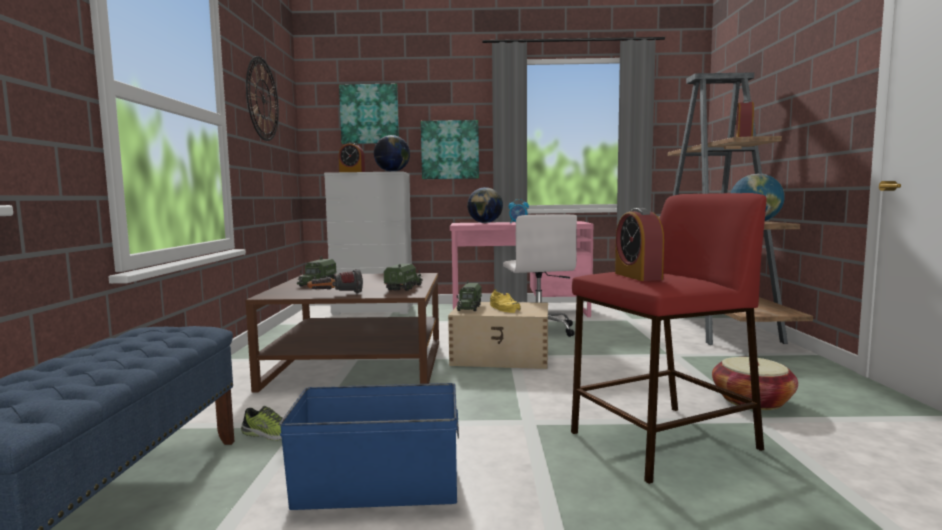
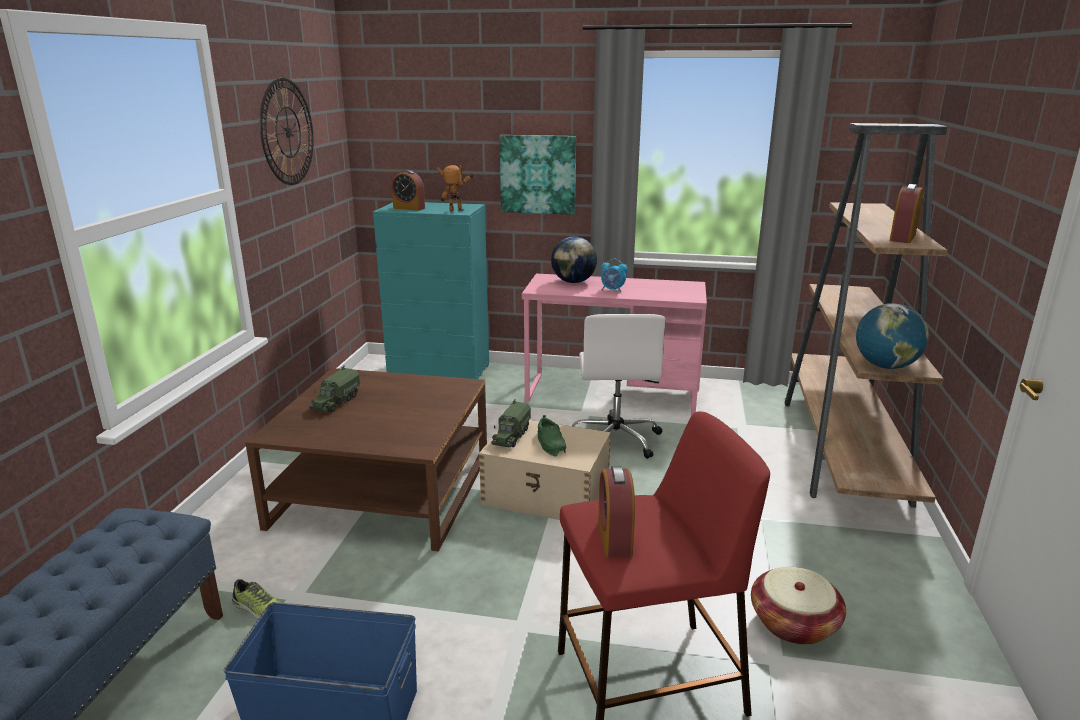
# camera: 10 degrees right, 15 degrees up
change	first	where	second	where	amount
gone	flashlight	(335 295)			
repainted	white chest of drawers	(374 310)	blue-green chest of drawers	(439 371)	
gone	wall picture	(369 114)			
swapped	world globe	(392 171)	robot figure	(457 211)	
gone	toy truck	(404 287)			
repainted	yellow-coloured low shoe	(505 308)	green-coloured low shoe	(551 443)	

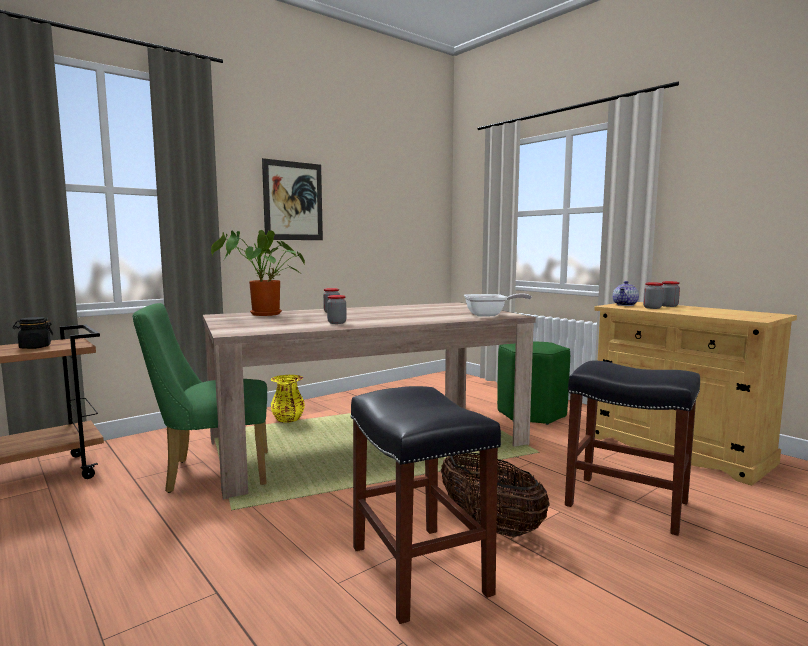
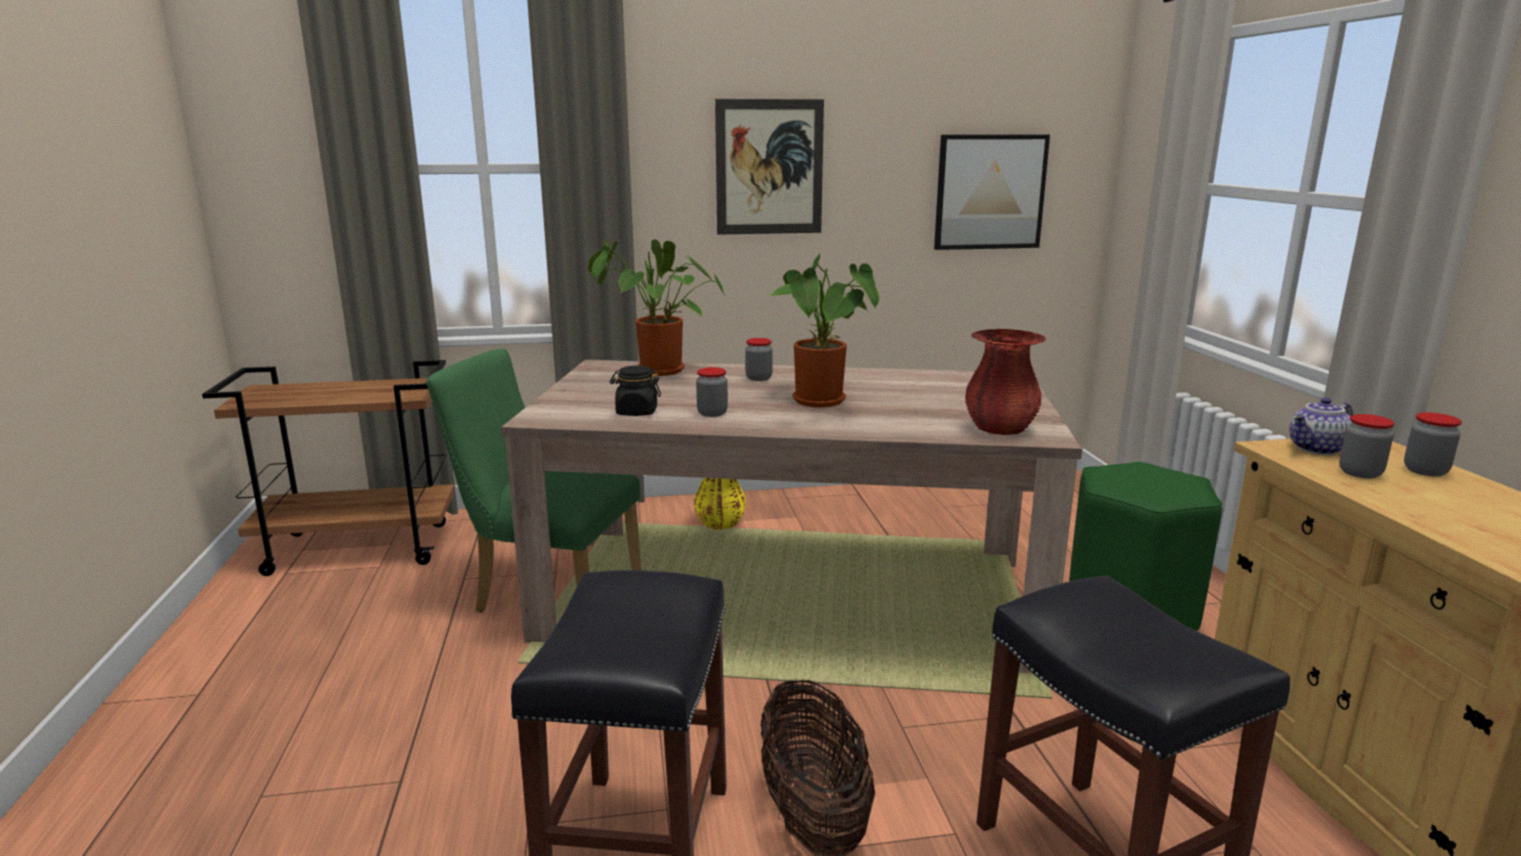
# camera: 30 degrees right, 10 degrees up
change	first	where	second	where	amount
shifted	black-coloured jar	(35 347)		(636 412)	
swapped	skillet	(489 315)	red-coloured vase	(1000 428)	
new			houseplant	(823 402)	
new			wall picture	(990 192)	

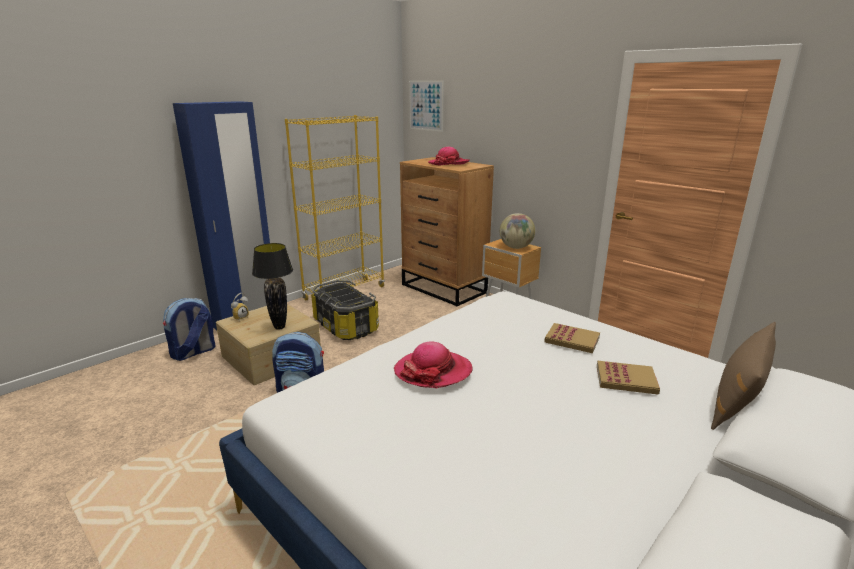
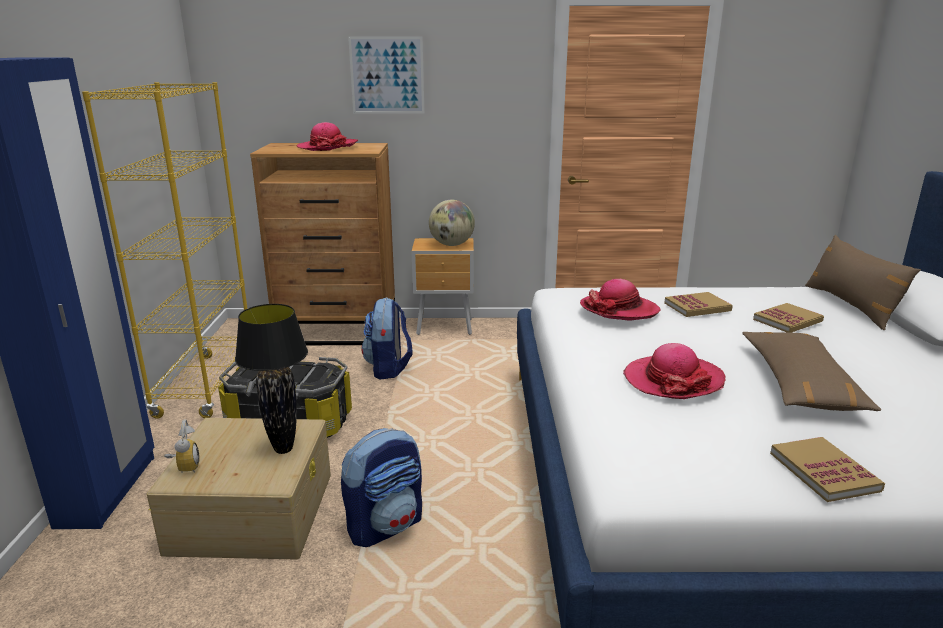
# camera: 45 degrees left, 0 degrees up
change	first	where	second	where	amount
shifted	backpack	(193 352)		(388 368)	
shifted	wall picture	(426 105)		(387 75)	
new			clothing hat	(619 309)	
new			brown throw pillow	(800 384)	
new			book	(824 471)	

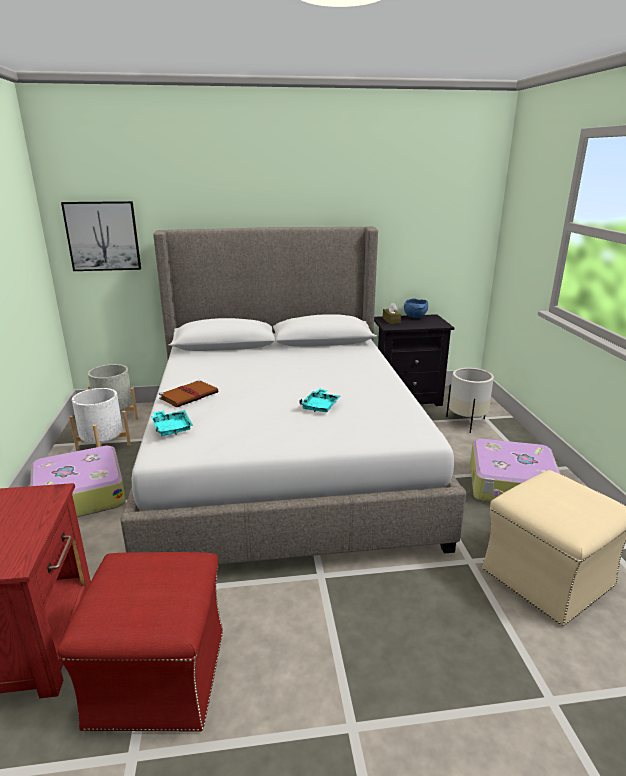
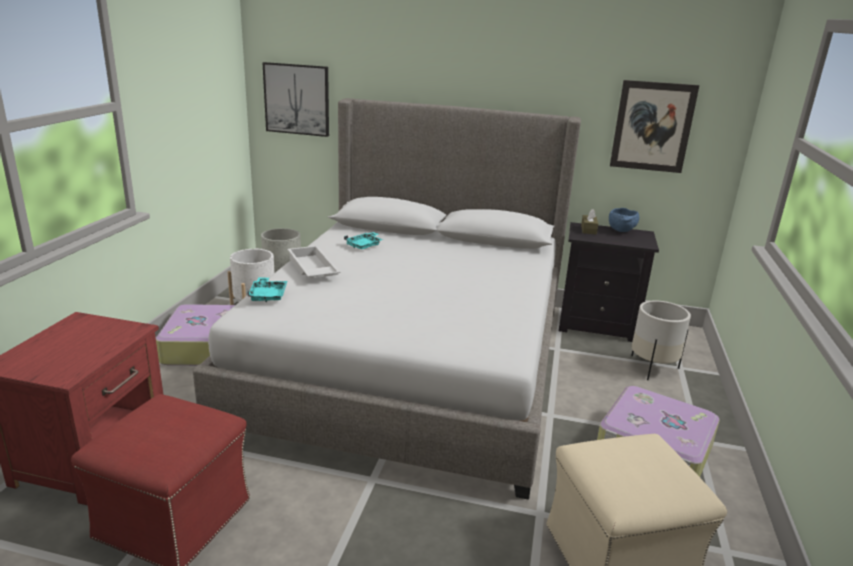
# camera: 20 degrees right, 0 degrees up
change	first	where	second	where	amount
swapped	brown book	(190 395)	white serving tray	(311 269)	
shifted	blue-green serving tray	(320 406)		(364 245)	
new			wall picture	(652 126)	

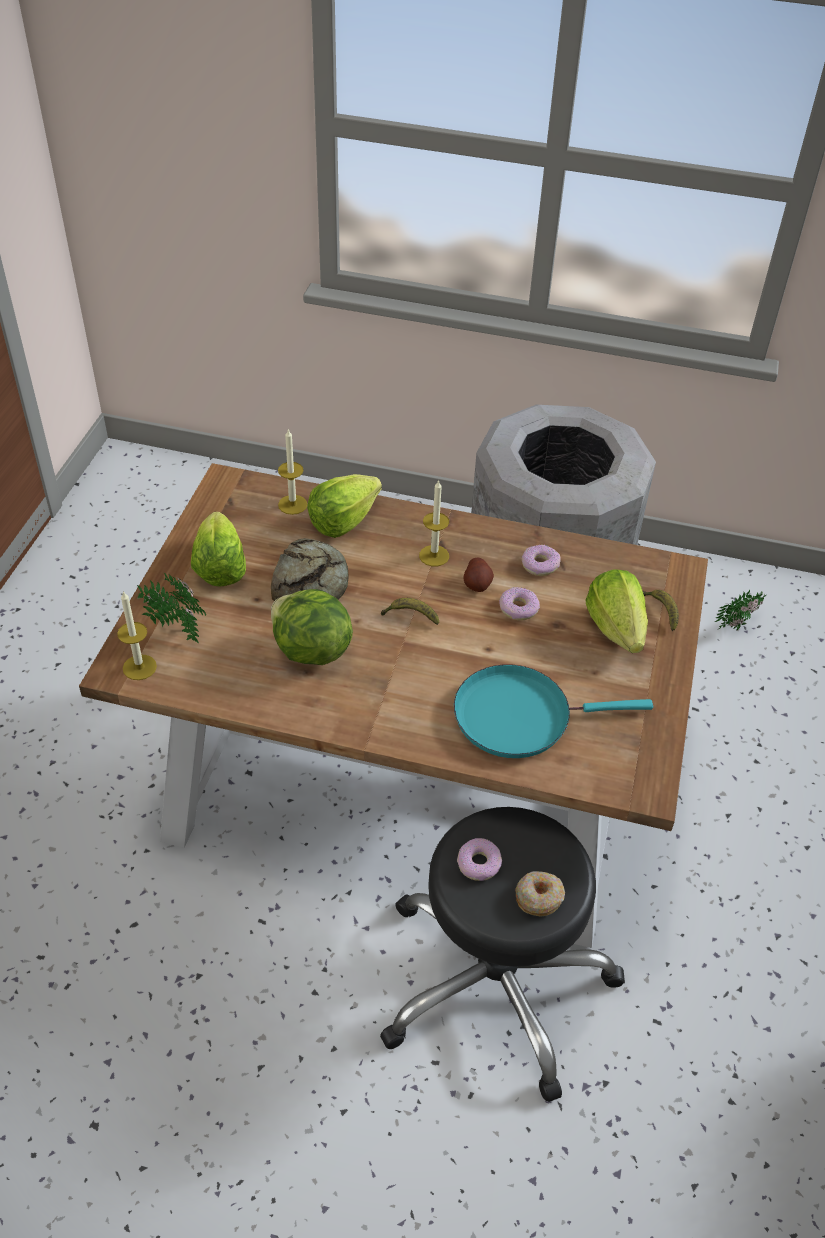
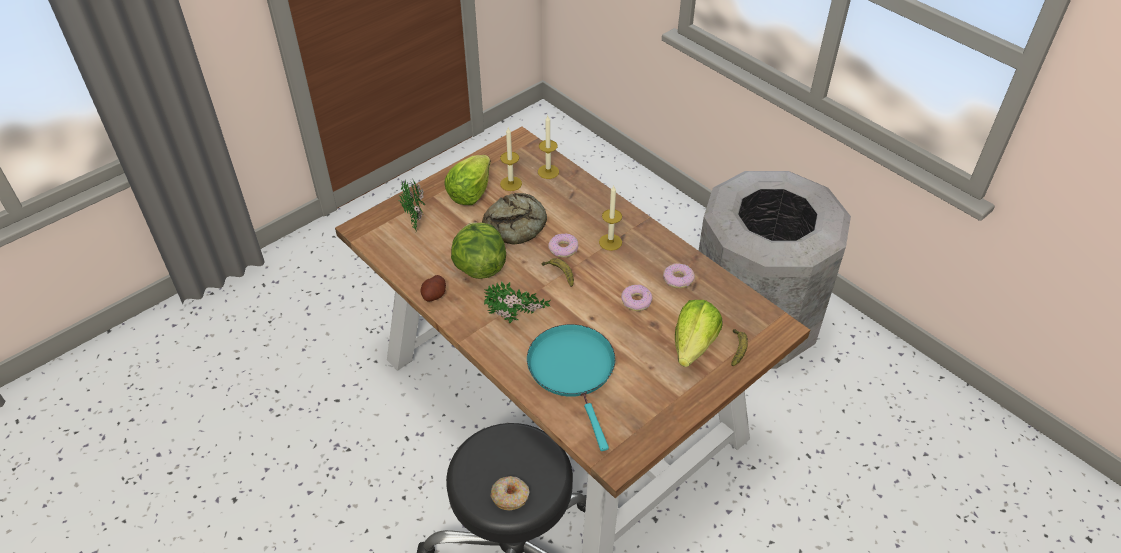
# camera: 35 degrees right, 0 degrees up
change	first	where	second	where	amount
shifted	wax candle	(139 667)		(511 183)	
gone	lettuce head	(343 521)			
rotated	blue-green skillet	(520 716)		(573 370)	45 degrees clockwise
shifted	ring doughnut	(479 864)		(563 249)	
shifted	potato	(477 584)		(434 295)	
shifted	houseplant	(739 625)		(517 320)	

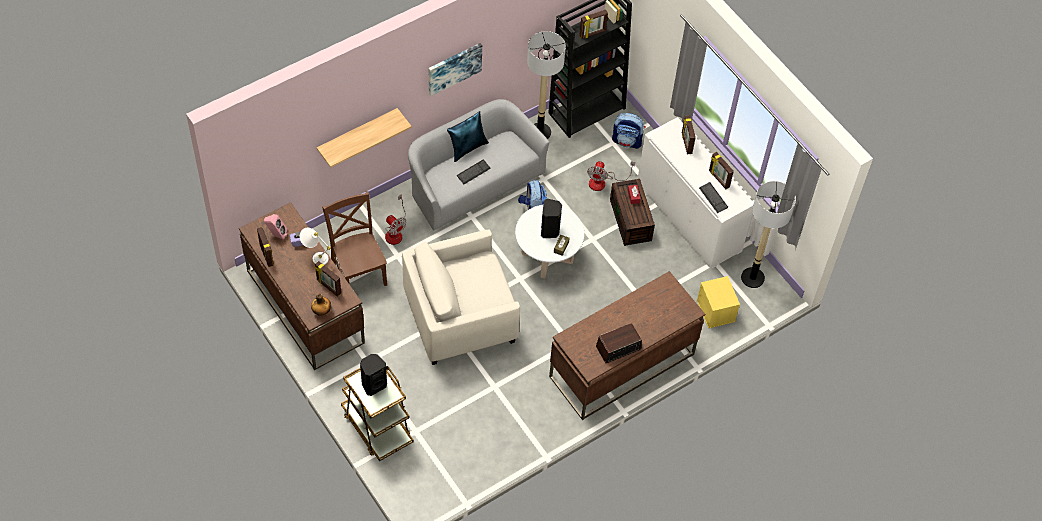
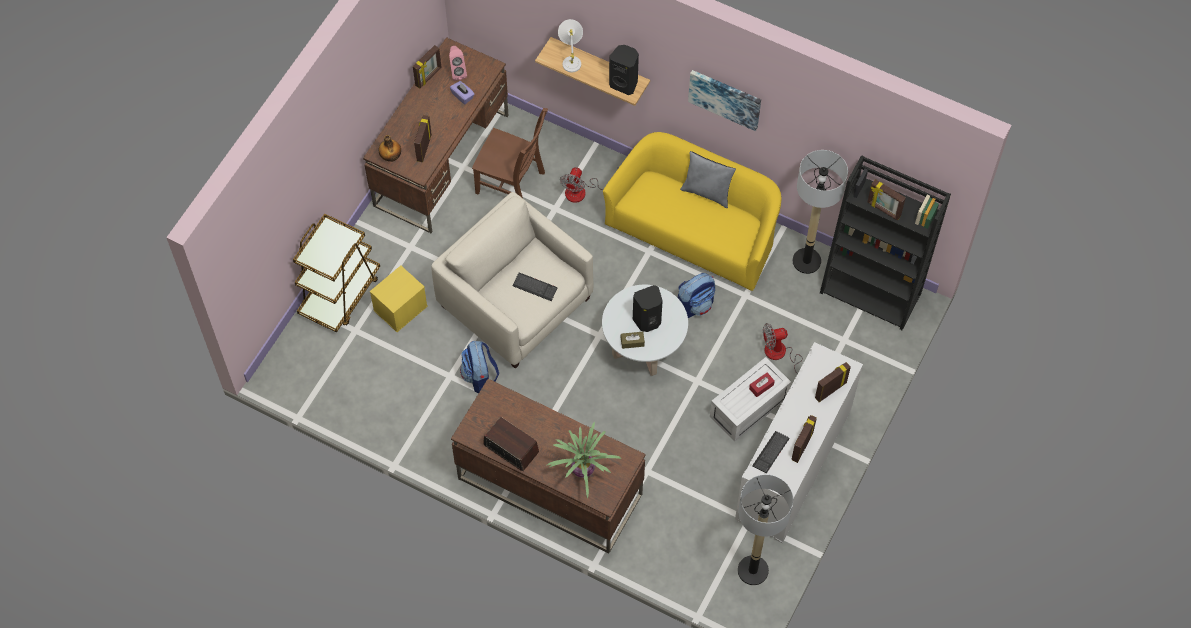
# camera: 65 degrees right, 5 degrees up
change	first	where	second	where	amount
shifted	white lamp for a table	(315 257)		(571 58)	
rotated	brown upright chair	(358 271)		(513 184)	75 degrees clockwise
shifted	black-coloured audio speaker	(373 384)		(624 83)	
repainted	grey couch	(473 182)	yellow-coloured couch	(695 230)	
repainted	blue-coloured throw pillow	(467 148)	grey throw pillow	(707 192)	
shifted	PC keyboard	(473 172)		(535 287)	
repainted	brown storage box	(631 220)	white storage box	(748 408)	
shifted	backpack	(627 141)		(480 376)	
shifted	yellow-coloured storage box	(716 311)		(400 309)	
new			houseplant	(582 471)	

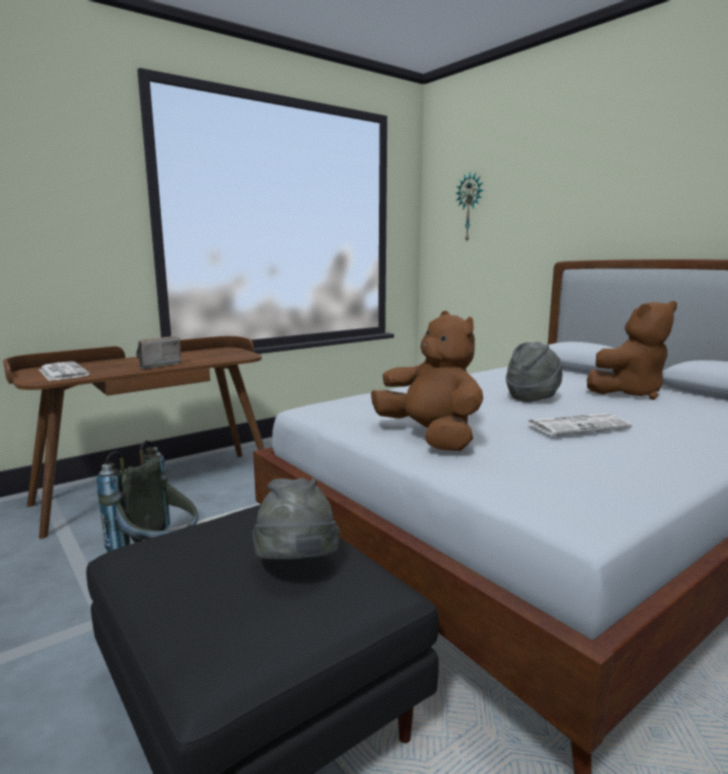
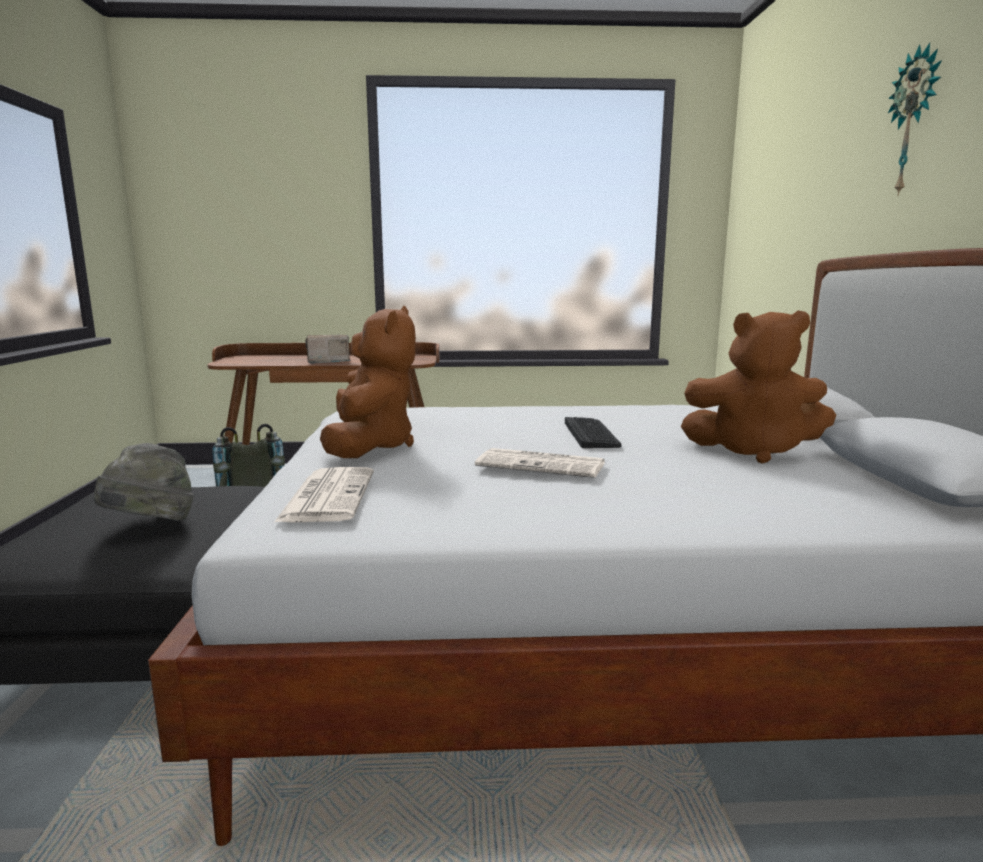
# camera: 35 degrees right, 0 degrees up
change	first	where	second	where	amount
shifted	daily paper	(62 372)		(328 496)	
shifted	clock on the wall	(470 207)		(914 122)	
swapped	grey clothing hat	(532 397)	PC keyboard	(591 434)	

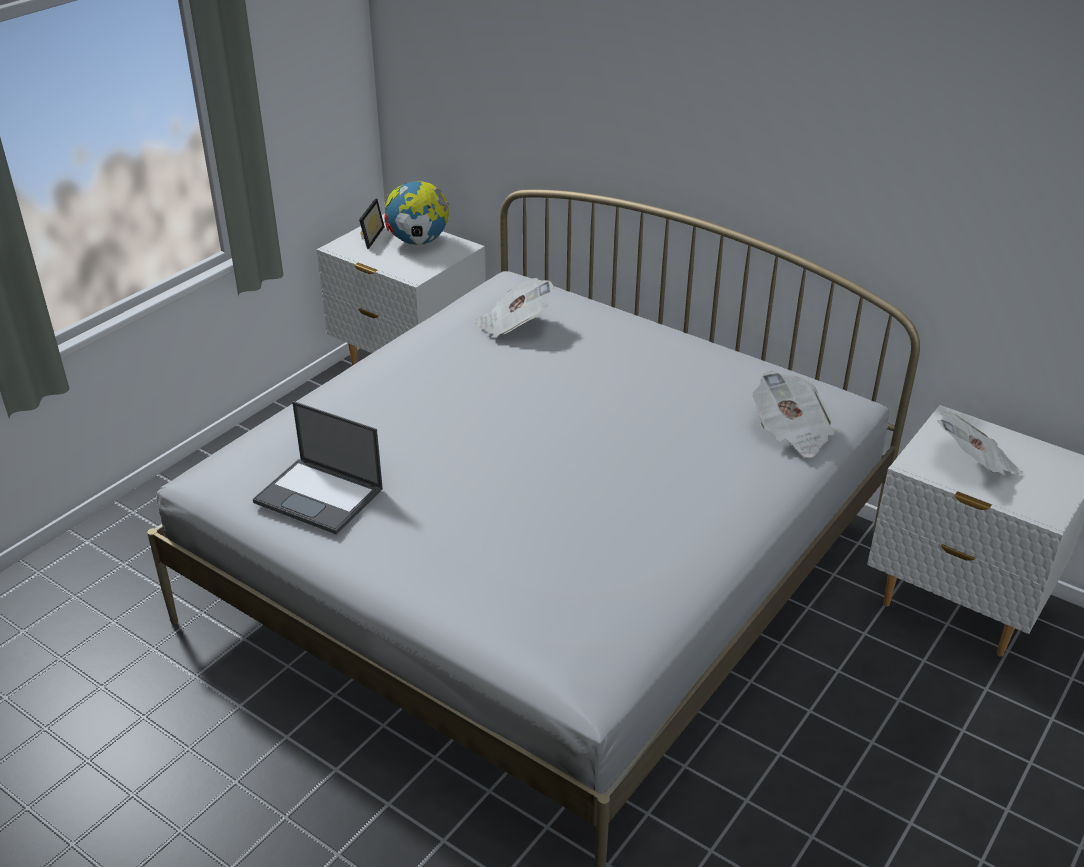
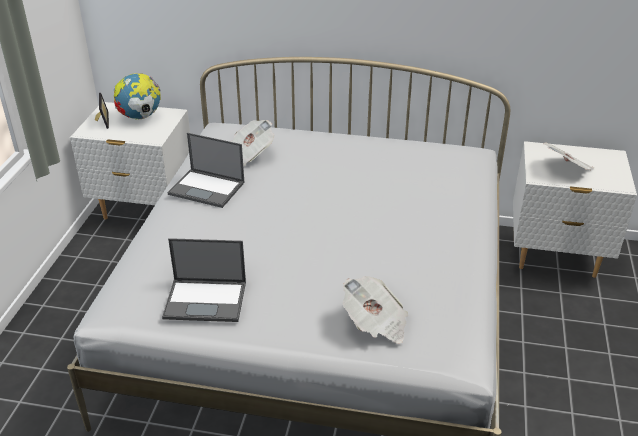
# camera: 25 degrees left, 0 degrees up
change	first	where	second	where	amount
shifted	daily paper	(791 433)		(375 323)	
new			laptop	(207 188)	

